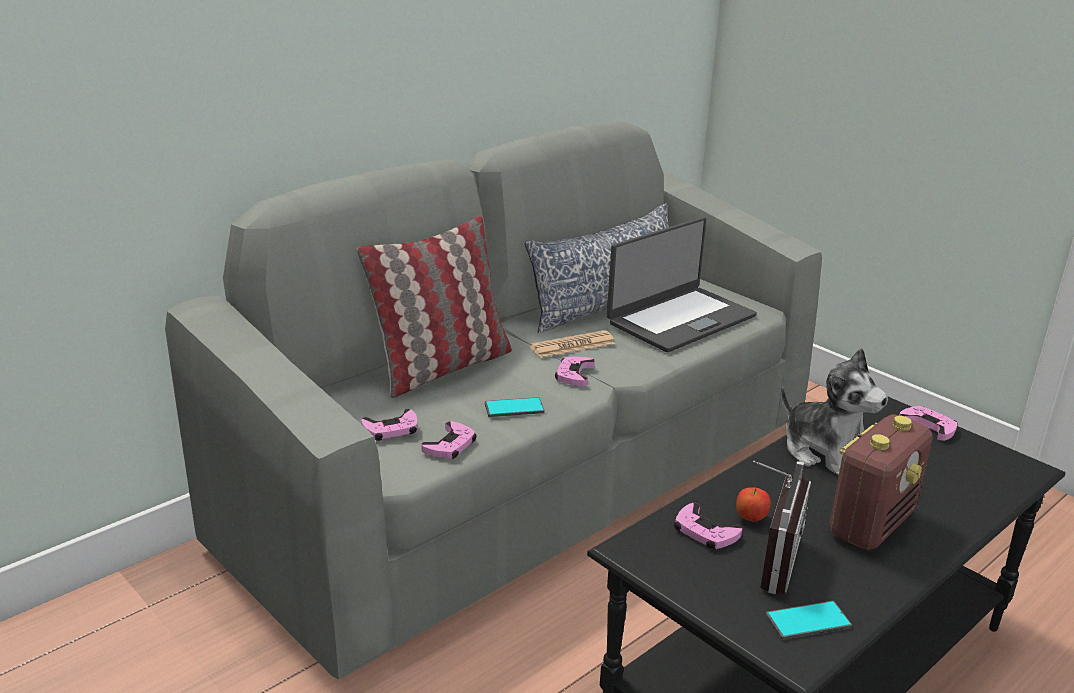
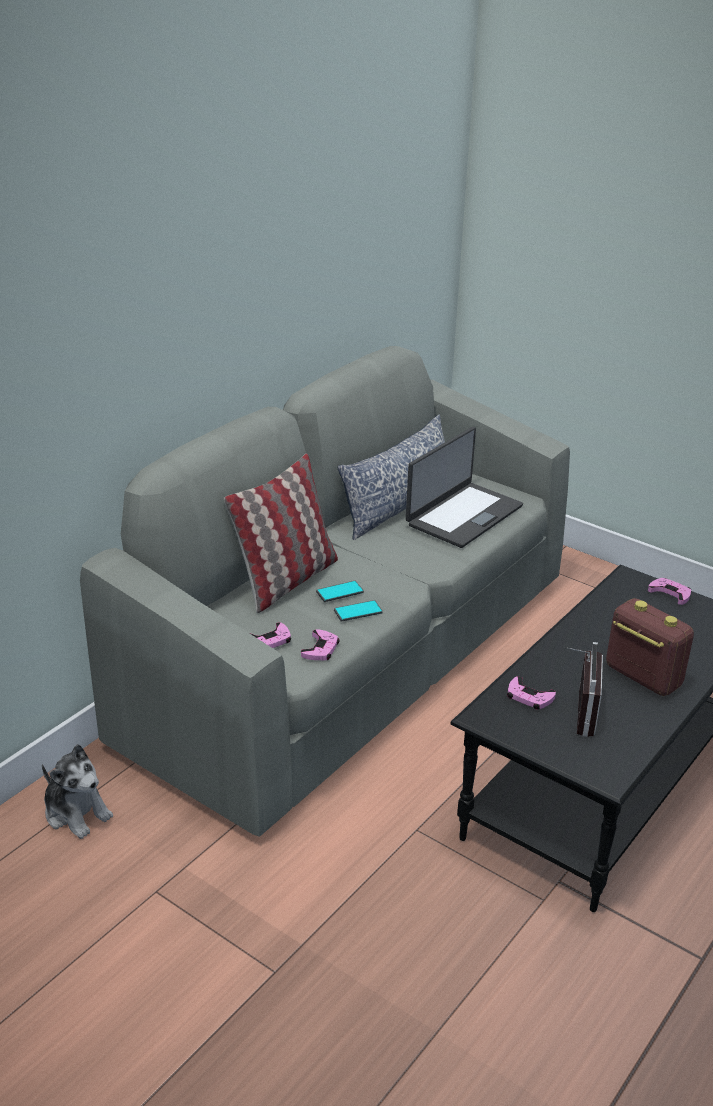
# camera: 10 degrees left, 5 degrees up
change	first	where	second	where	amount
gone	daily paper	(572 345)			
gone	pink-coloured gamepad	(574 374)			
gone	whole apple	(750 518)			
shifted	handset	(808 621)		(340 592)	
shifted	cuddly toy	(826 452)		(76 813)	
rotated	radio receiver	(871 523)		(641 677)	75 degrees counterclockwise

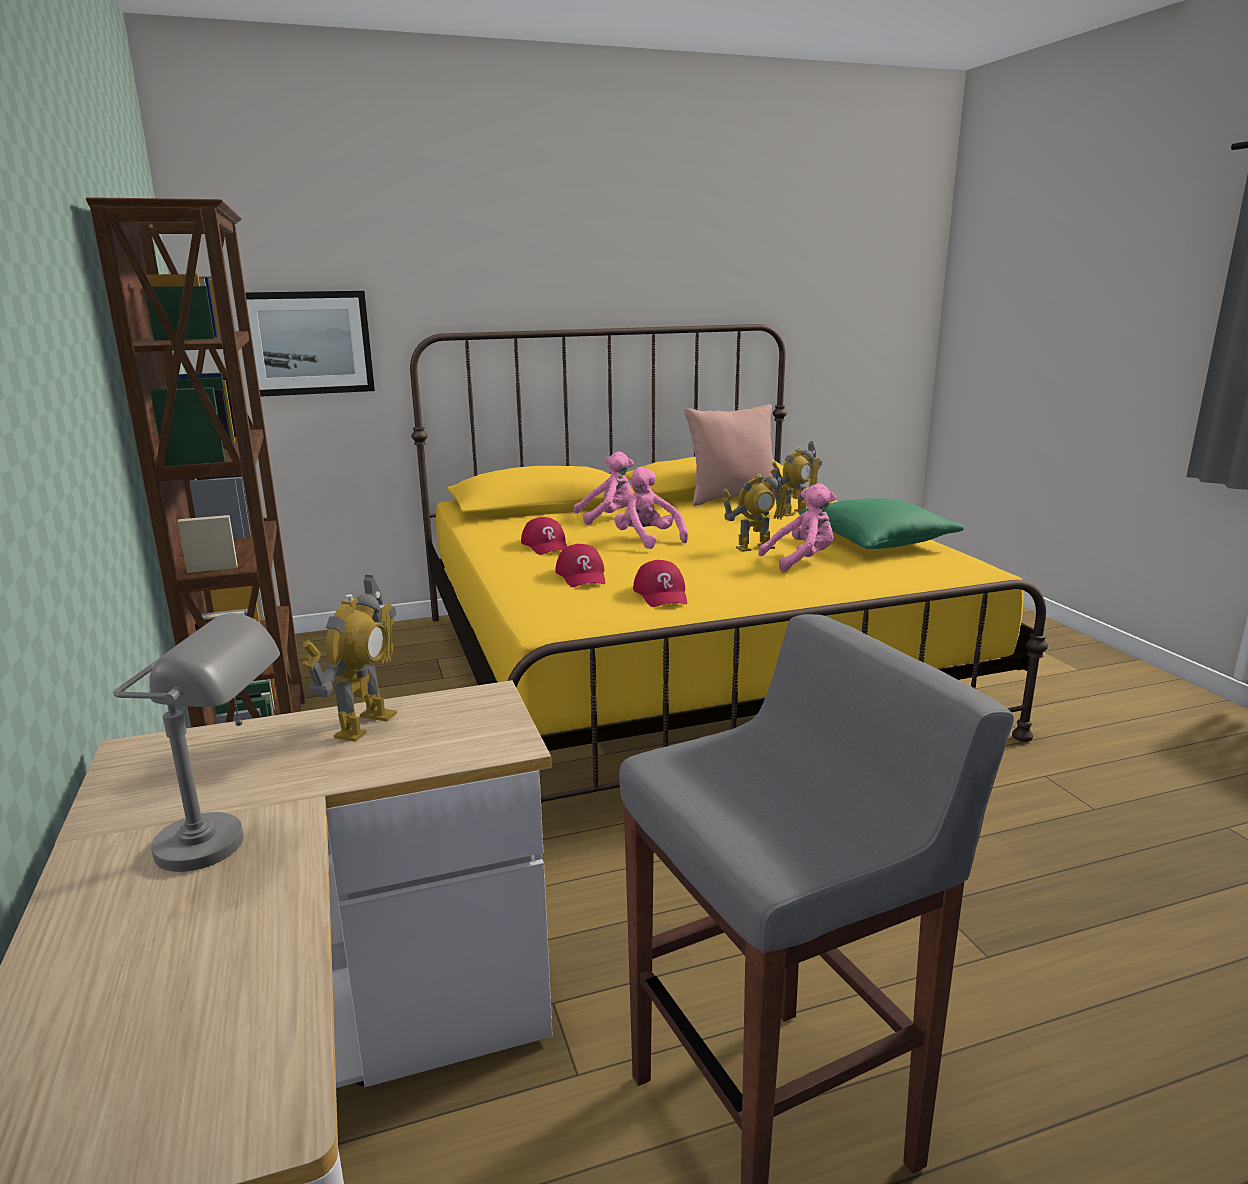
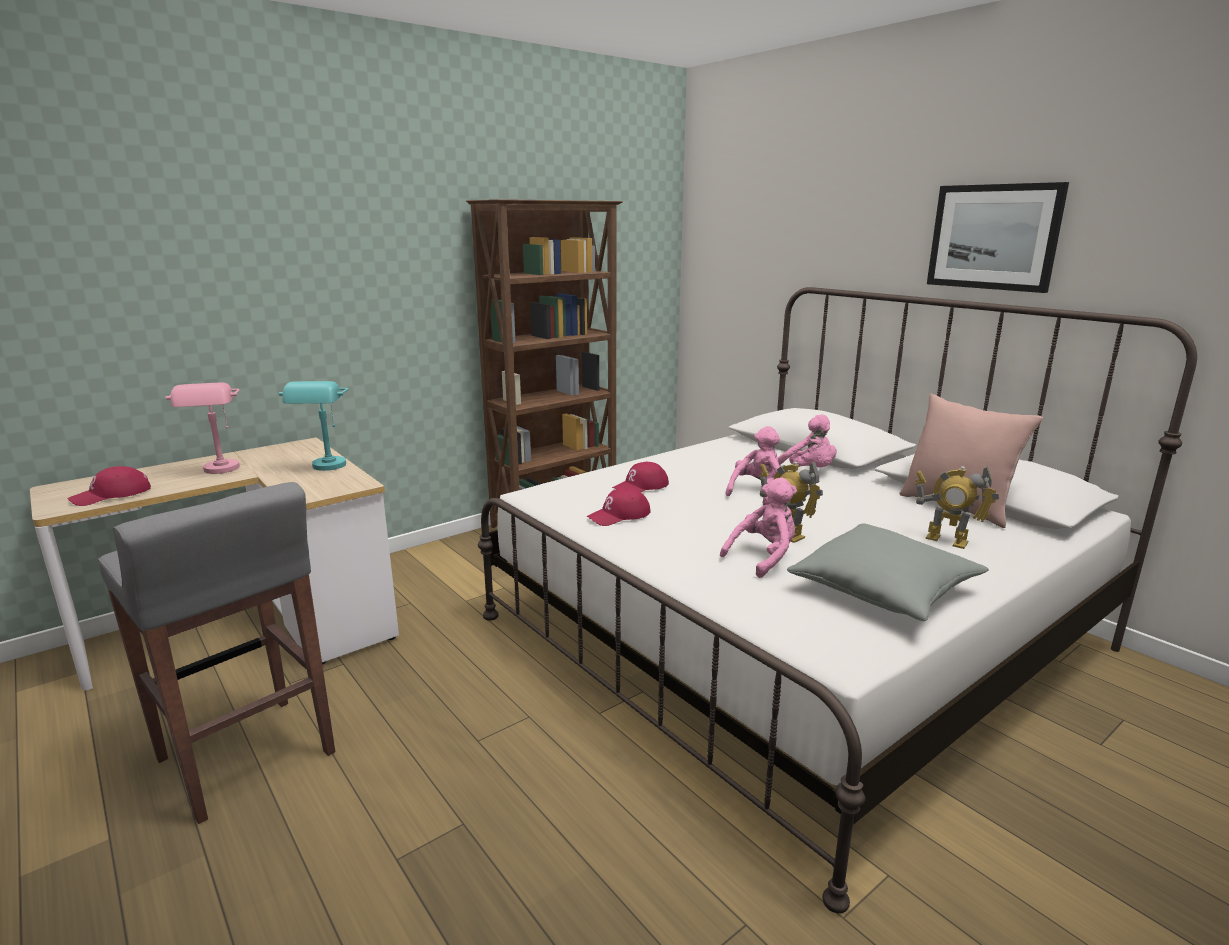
# camera: 70 degrees right, 0 degrees up
change	first	where	second	where	amount
repainted	grey lamp for a table	(229 845)	pink-coloured lamp for a table	(220 472)	
shifted	wall picture	(307 343)		(993 237)	
swapped	robot figure	(364 724)	blue-green lamp for a table	(326 469)	
repainted	yellow-coloured bedroom bed	(682 670)	white bedroom bed	(791 632)	
shifted	red-coloured cap	(546 545)		(111 495)	
rotated	pink-coloured cuddly toy	(801 561)		(764 558)	90 degrees counterclockwise
repainted	green-coloured throw pillow	(876 542)	grey throw pillow	(884 591)	

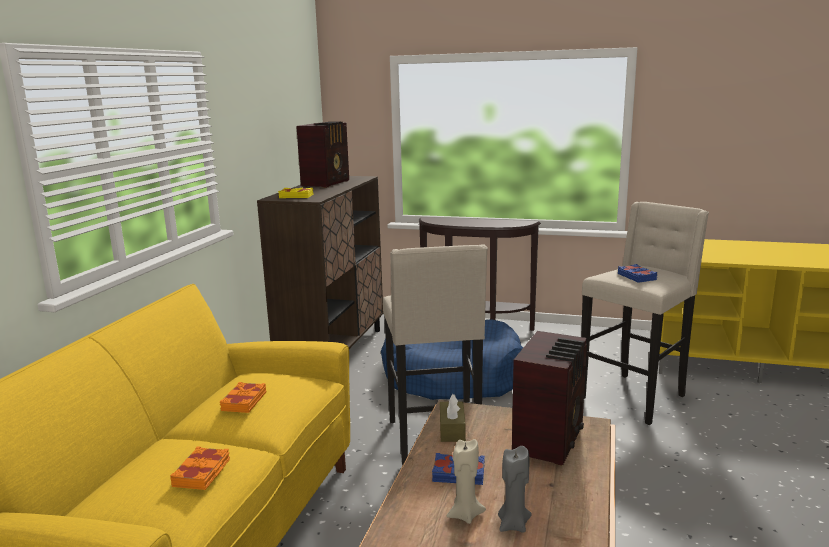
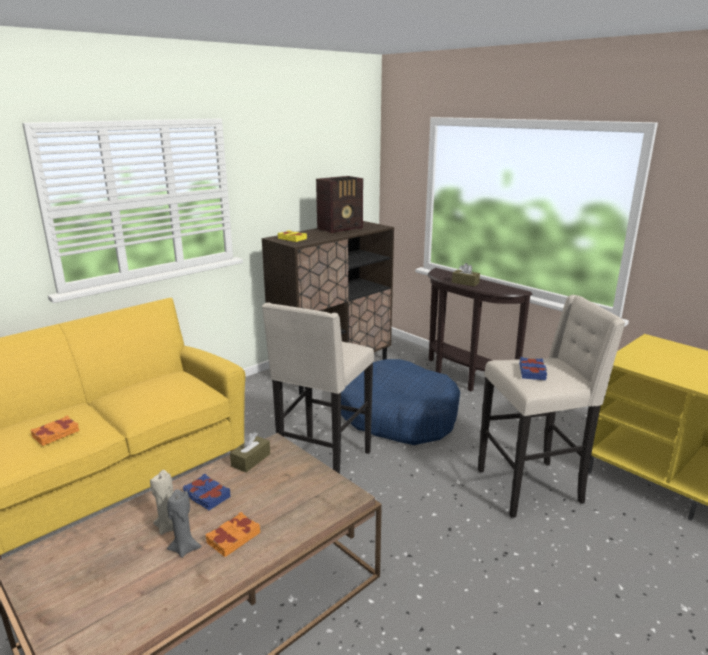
# camera: 30 degrees right, 5 degrees up
change	first	where	second	where	amount
shifted	orange-coloured book	(243 401)		(233 537)	
gone	radio receiver	(550 440)			
new			brown tissue box	(465 283)	

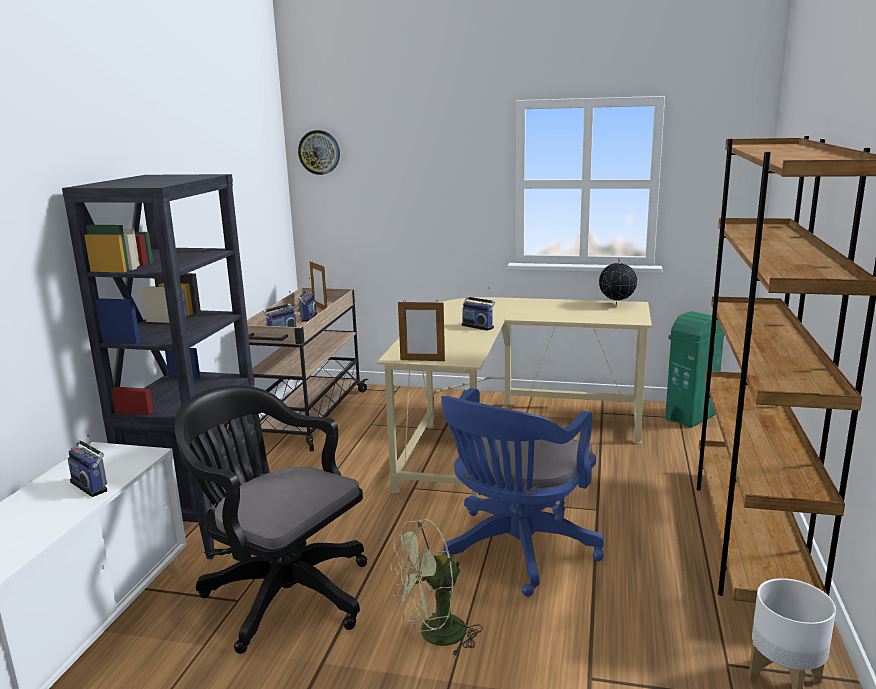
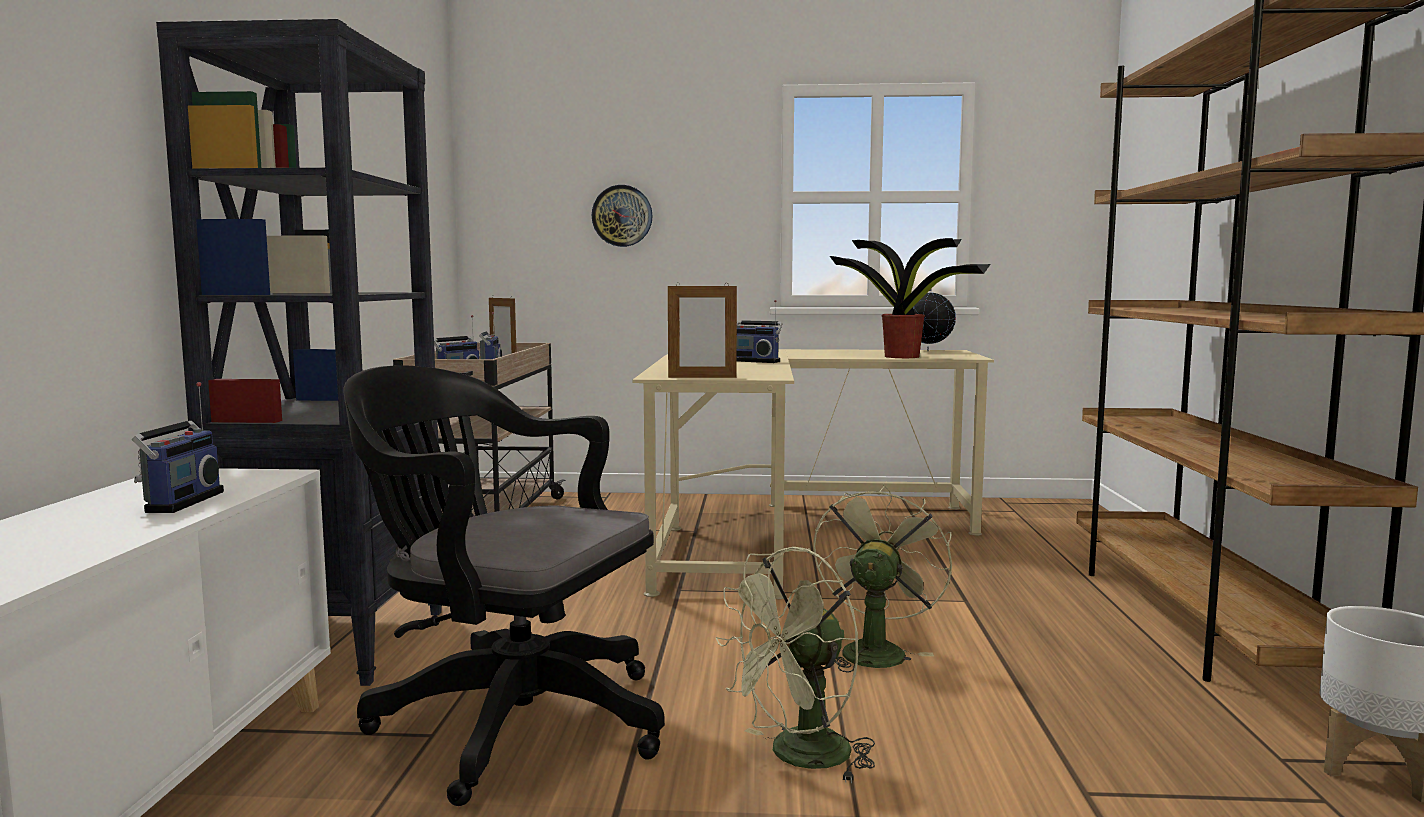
# camera: 10 degrees left, 10 degrees down
change	first	where	second	where	amount
rotated	radio receiver	(91 485)		(180 502)	120 degrees counterclockwise
shifted	clock on the wall	(319 152)		(622 216)	
swapped	blue-coloured office chair	(516 551)	green-coloured fan	(874 650)	
gone	green-coloured rubbish bin	(691 417)			
new			houseplant	(904 357)	

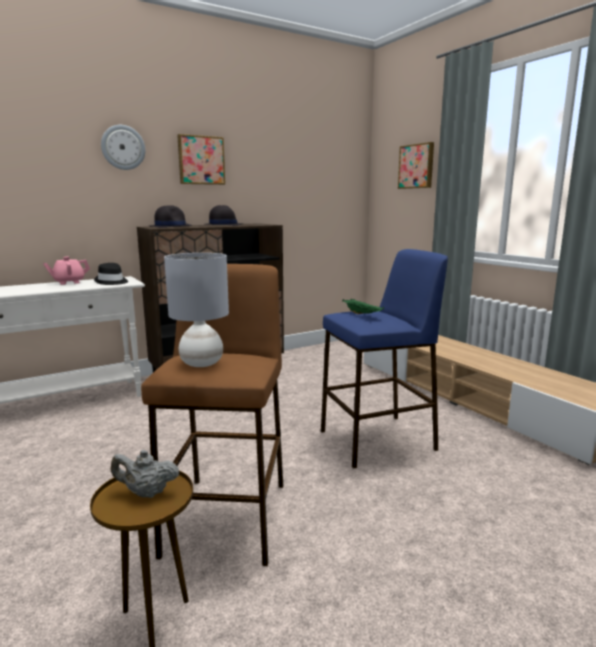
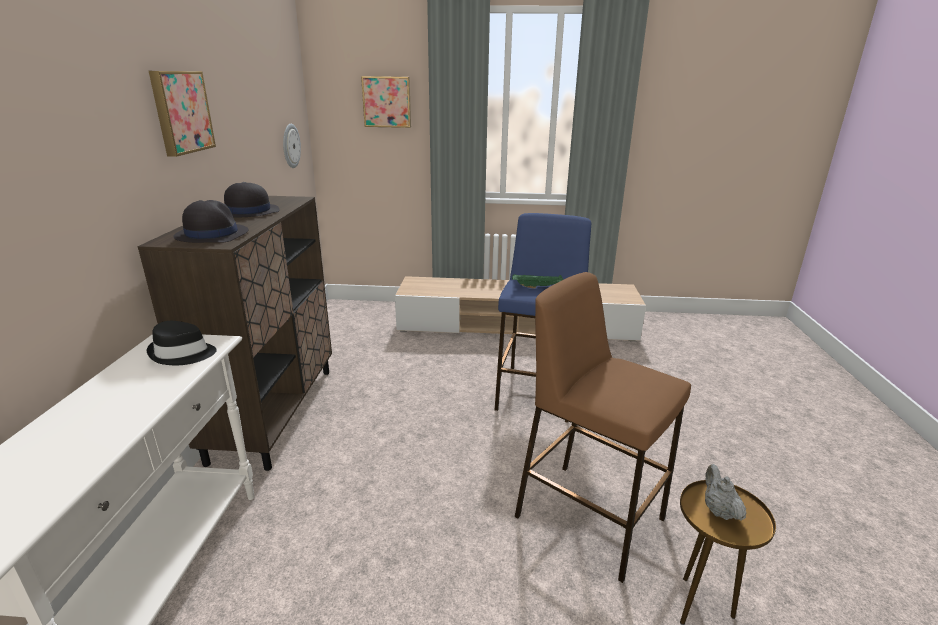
# camera: 55 degrees left, 10 degrees up
change	first	where	second	where	amount
gone	pink-coloured teapot	(69 282)			
shifted	clock on the wall	(123 147)		(290 146)	
rotated	grey teapot	(146 493)		(718 510)	135 degrees clockwise
gone	grey lamp for a table	(201 363)			

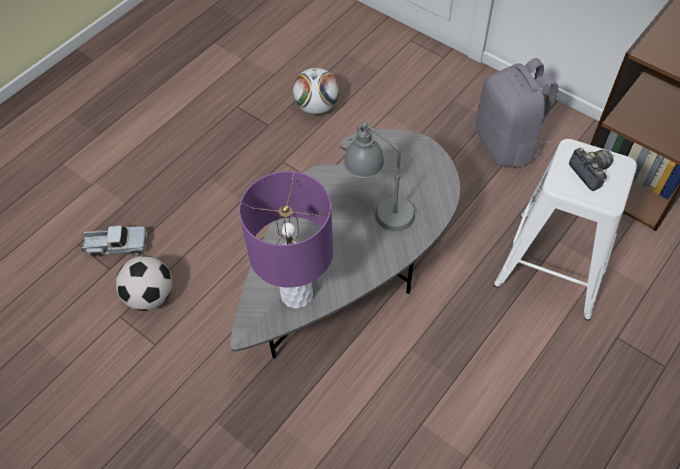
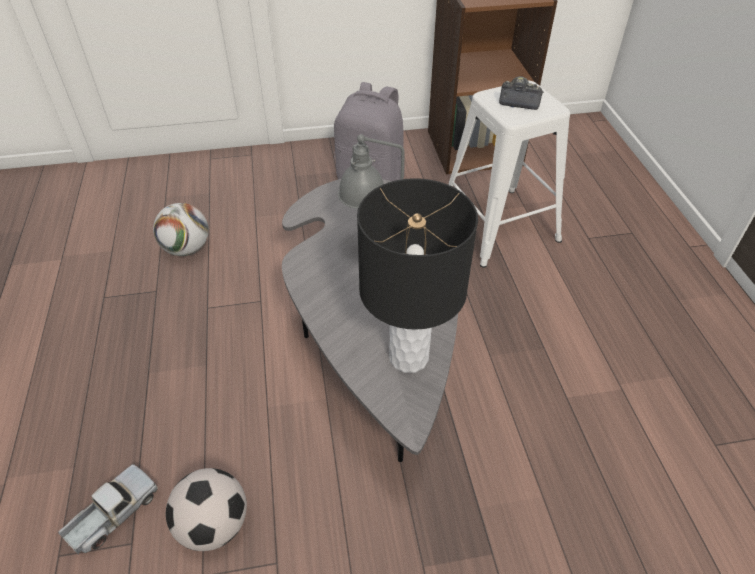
# camera: 50 degrees left, 10 degrees down
change	first	where	second	where	amount
repainted	purple lamp for a table	(297 295)	black-coloured lamp for a table	(409 357)	

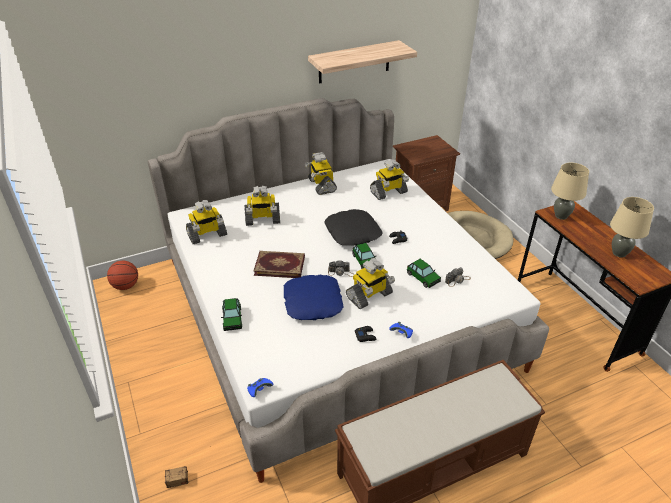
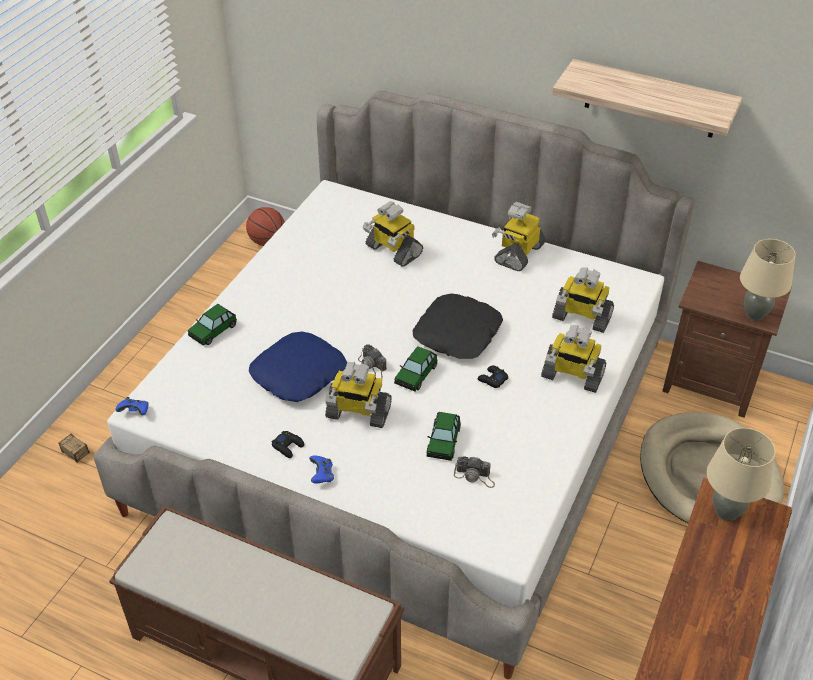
# camera: 50 degrees right, 5 degrees up
change	first	where	second	where	amount
shifted	robot figure	(207 235)		(572 376)	
gone	book	(280 265)			
shifted	beige-coloured lamp for a table	(619 253)		(754 314)	

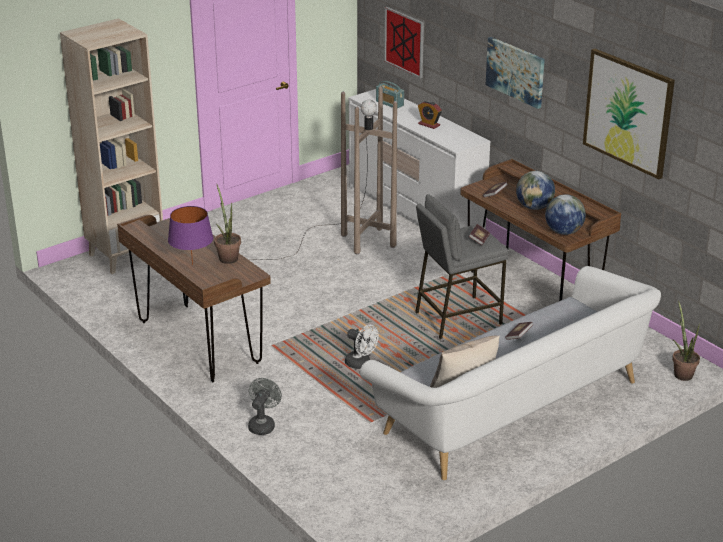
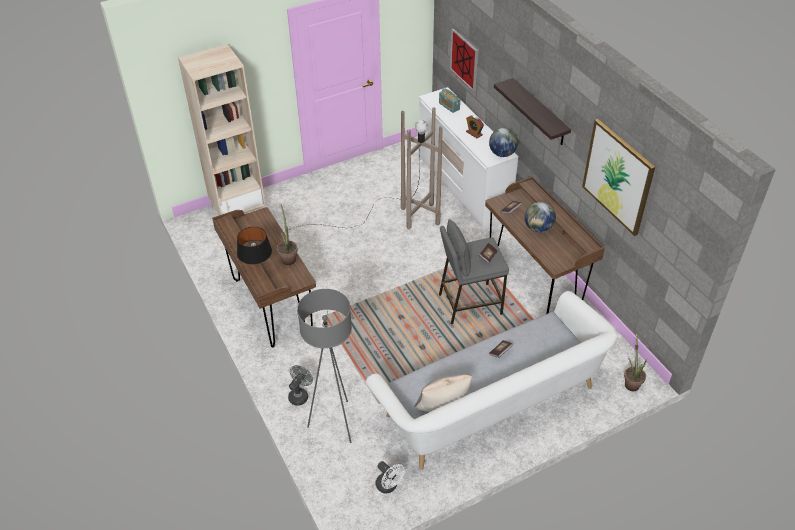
# camera: 10 degrees right, 15 degrees up
change	first	where	second	where	amount
repainted	purple lamp for a table	(192 264)	black-coloured lamp for a table	(257 268)	
shifted	white fan	(361 364)		(389 486)	
swapped	wall picture	(515 71)	shelf	(539 113)	
shifted	world globe	(563 232)		(502 154)	
new			grey standing lamp	(335 422)	

